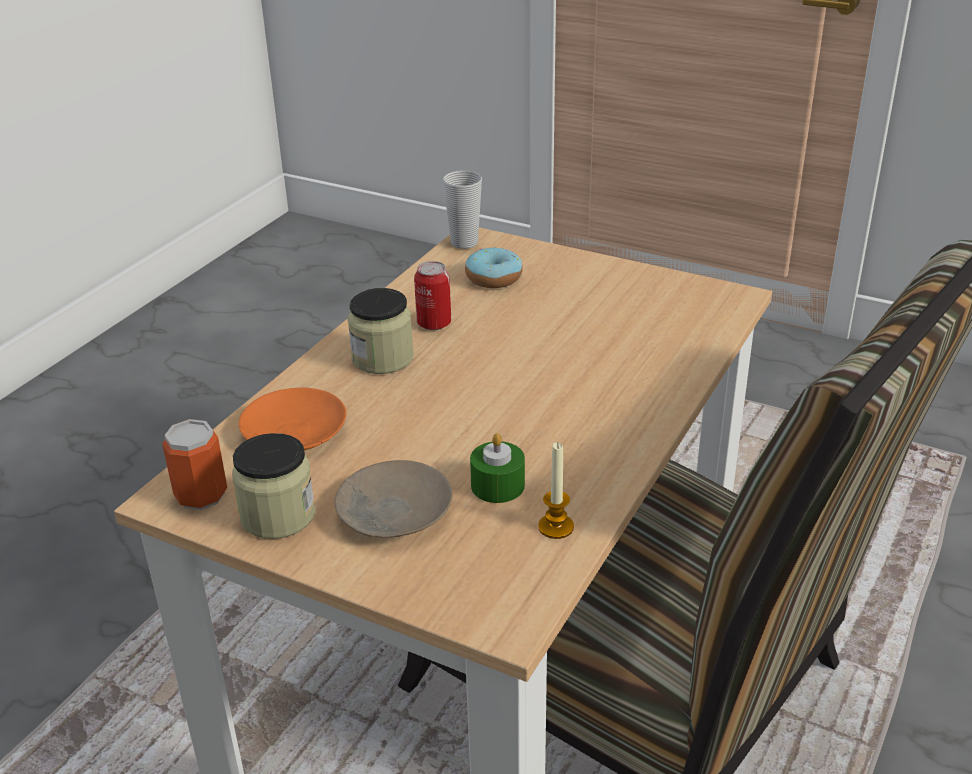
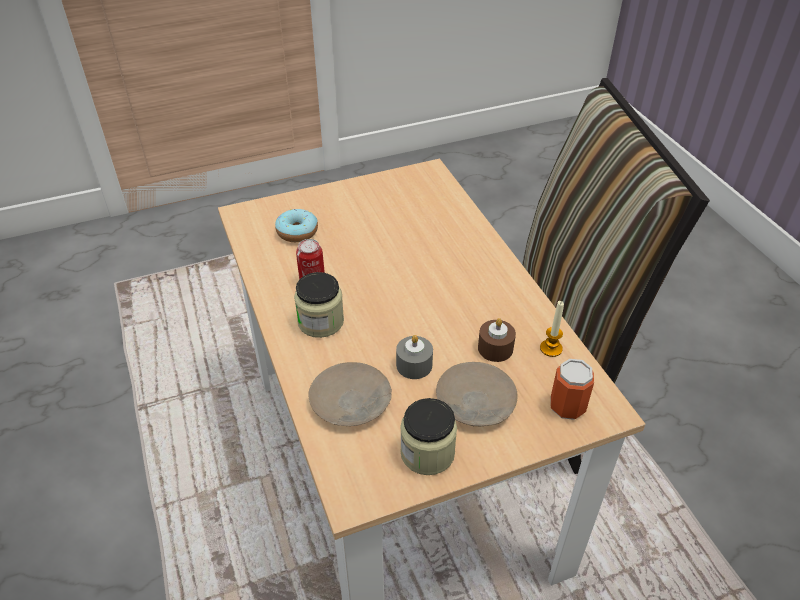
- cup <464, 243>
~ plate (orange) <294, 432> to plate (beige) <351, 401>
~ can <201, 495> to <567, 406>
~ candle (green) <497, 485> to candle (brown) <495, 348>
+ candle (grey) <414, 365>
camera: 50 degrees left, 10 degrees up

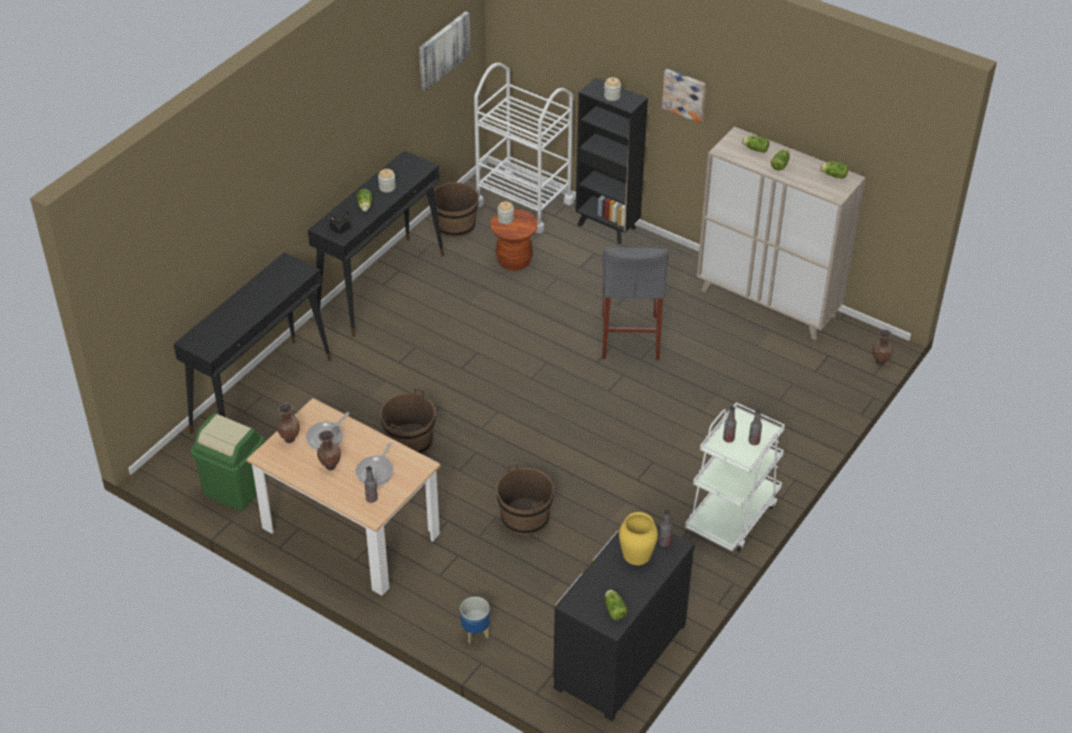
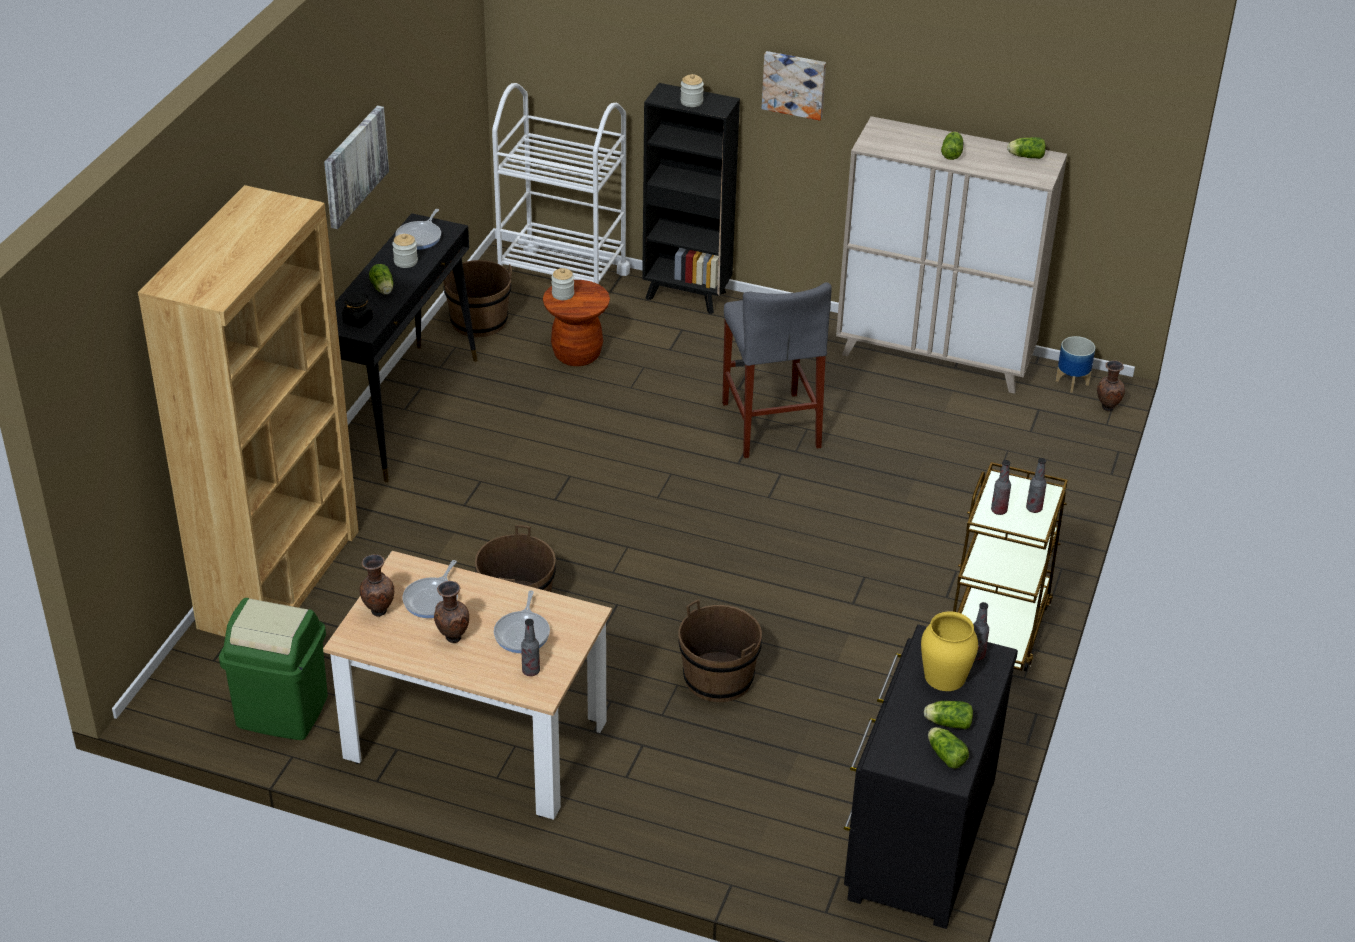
~ picture <443, 50> to <354, 166>
~ lettuce <754, 149> to <947, 723>
~ console table (black) <262, 395> to bookcase (brown) <280, 578>
~ cart (white) <732, 515> to cart (brown) <998, 626>
~ planter <475, 632> to <1071, 382>
+ frying pan <420, 237>
camera: 15 degrees left, 5 degrees down

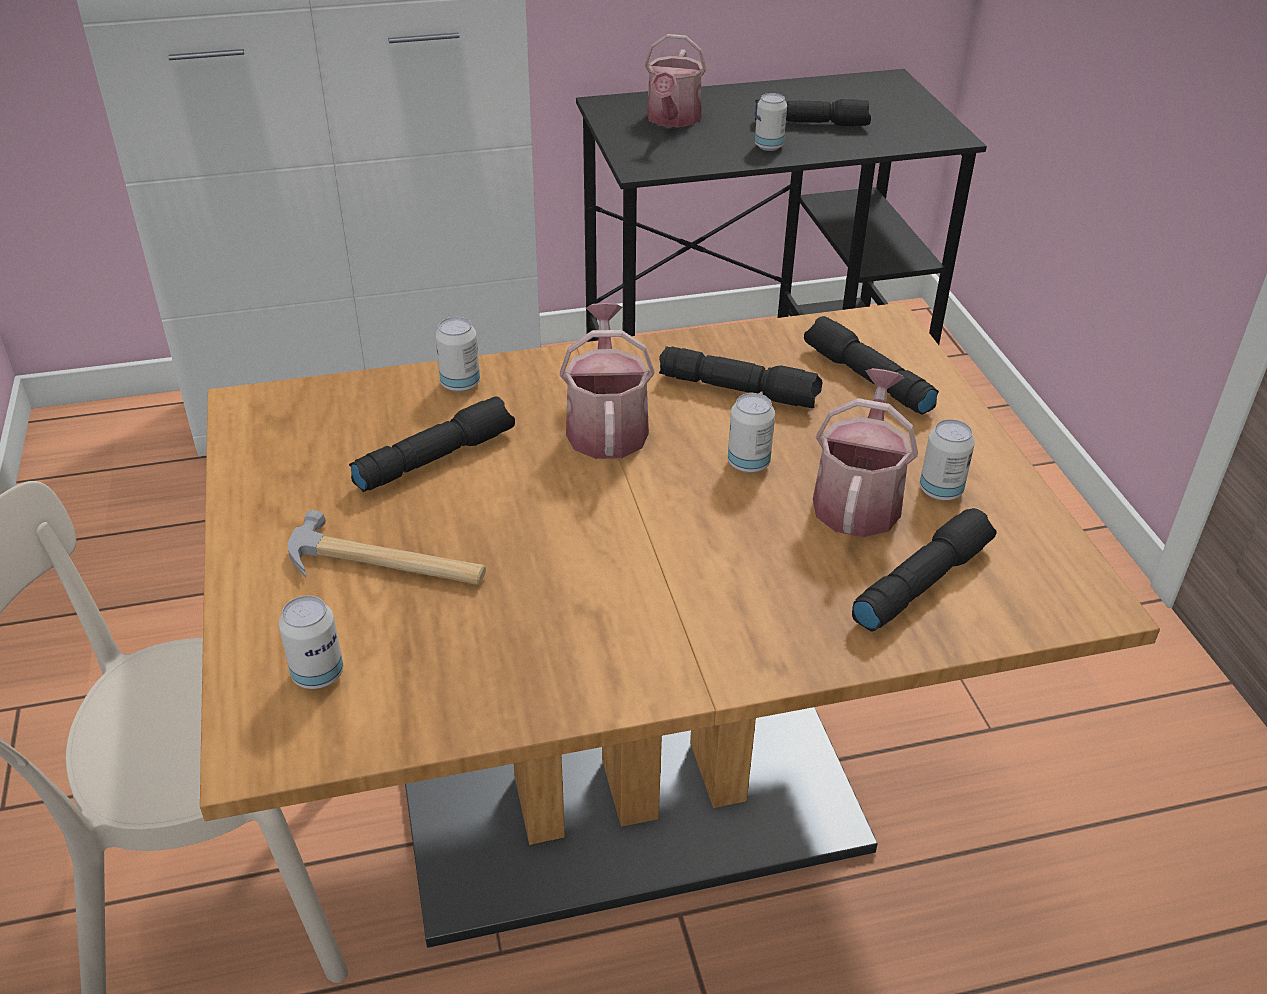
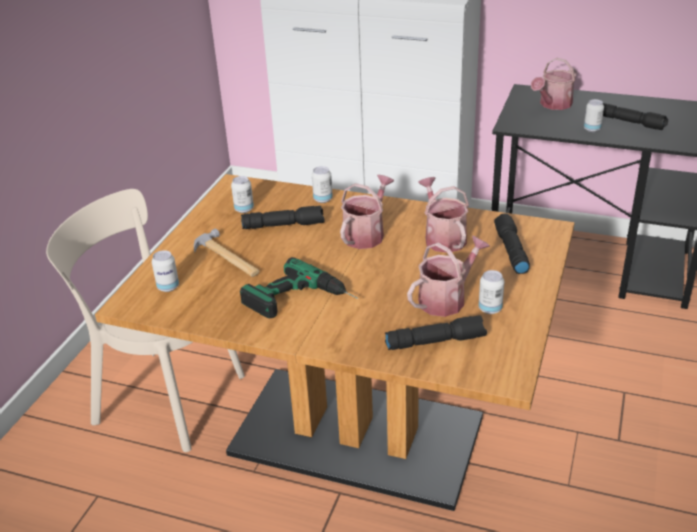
~ flashlight (black) <740, 390> to watering can <442, 237>
~ can <748, 463> to <244, 209>
+ power drill <302, 302>
camera: 35 degrees right, 5 degrees down

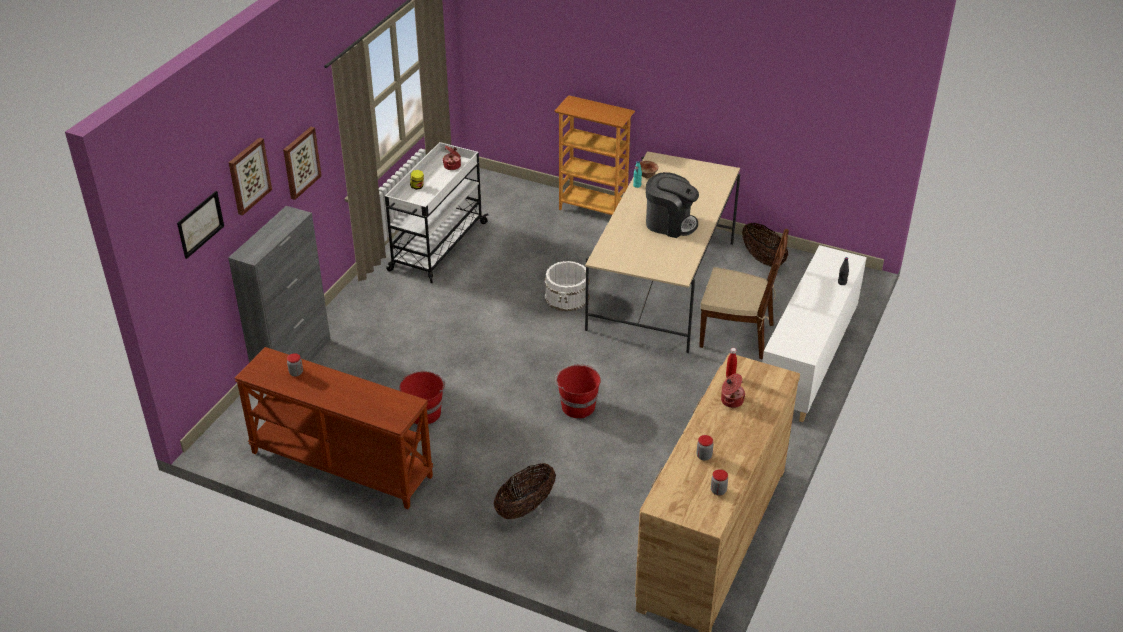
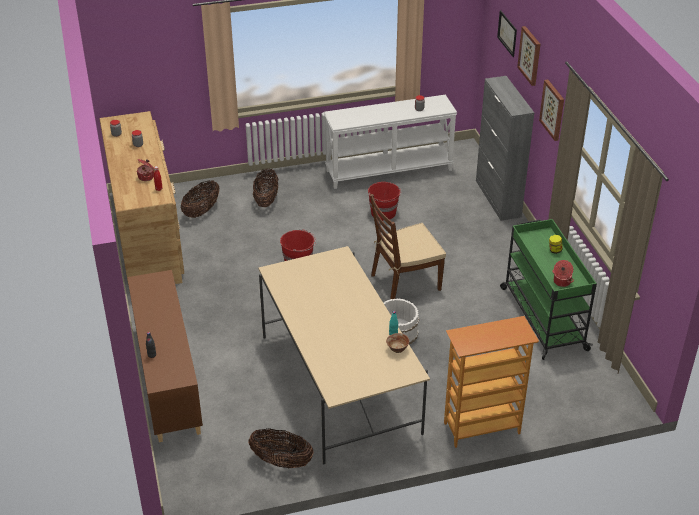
~ cart (white) <437, 247> to cart (green) <542, 317>
- coffee machine <670, 223>
~ chair (brown) <737, 335> to <405, 282>
~ cabinet (white) <807, 361> to cabinet (brown) <168, 378>
~ console table (brown) <340, 465> to console table (white) <389, 170>
+ basket <201, 211>
camera: 140 degrees right, 0 degrees up

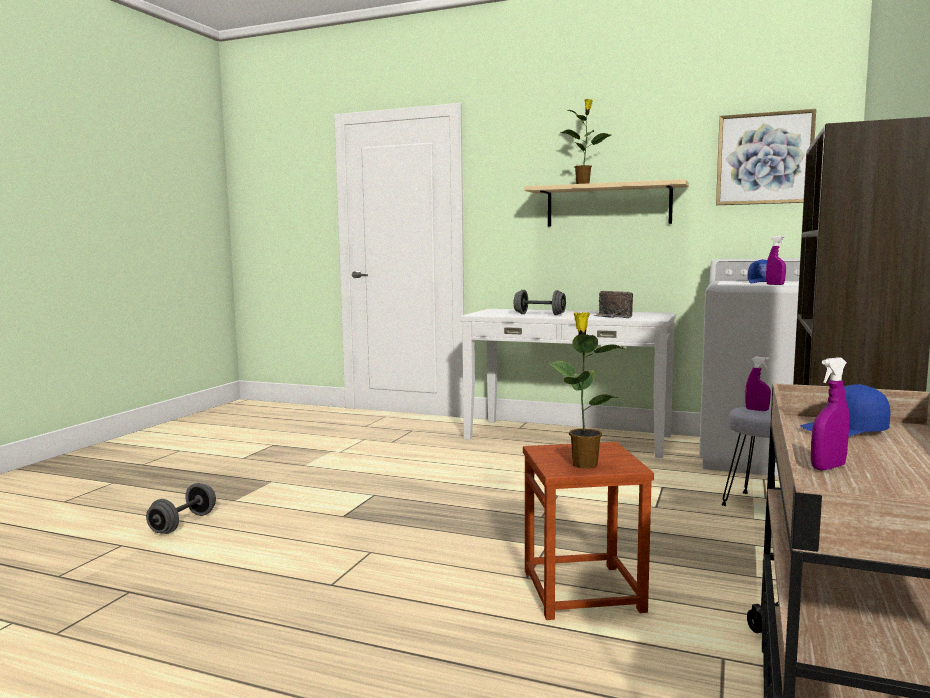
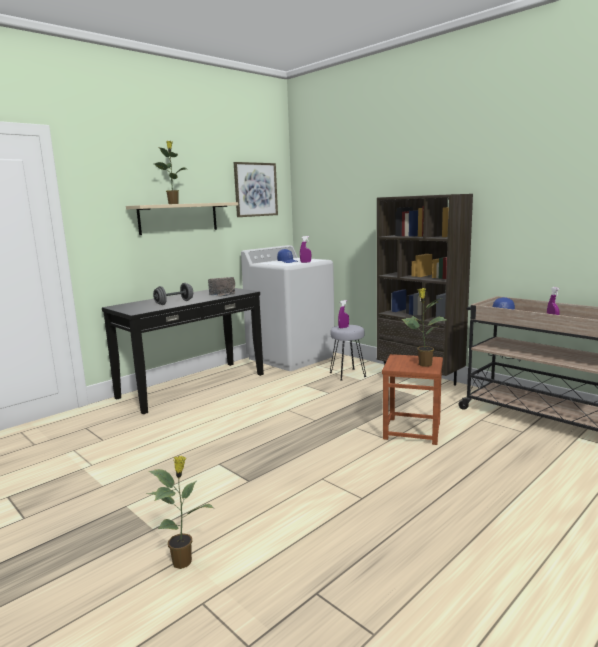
~ console table (white) <567, 437> to console table (black) <192, 385>
~ dumbbell (grey) <183, 523> to potted plant <183, 561>
camera: 65 degrees left, 5 degrees up

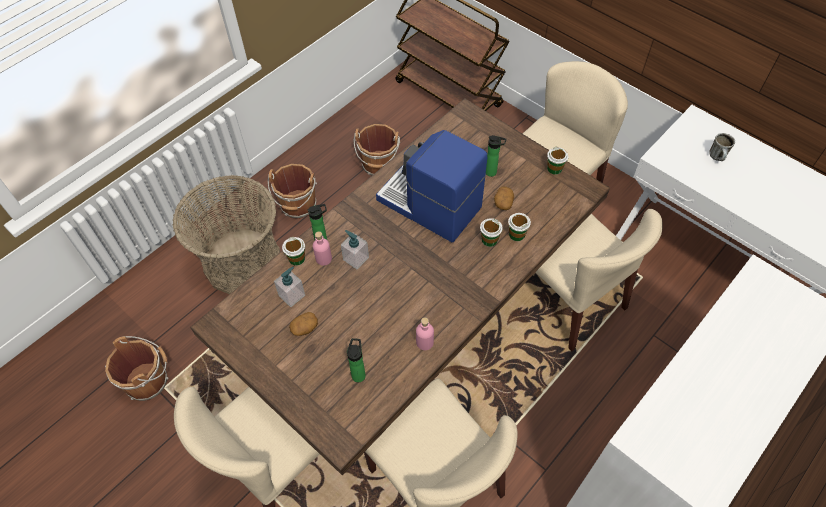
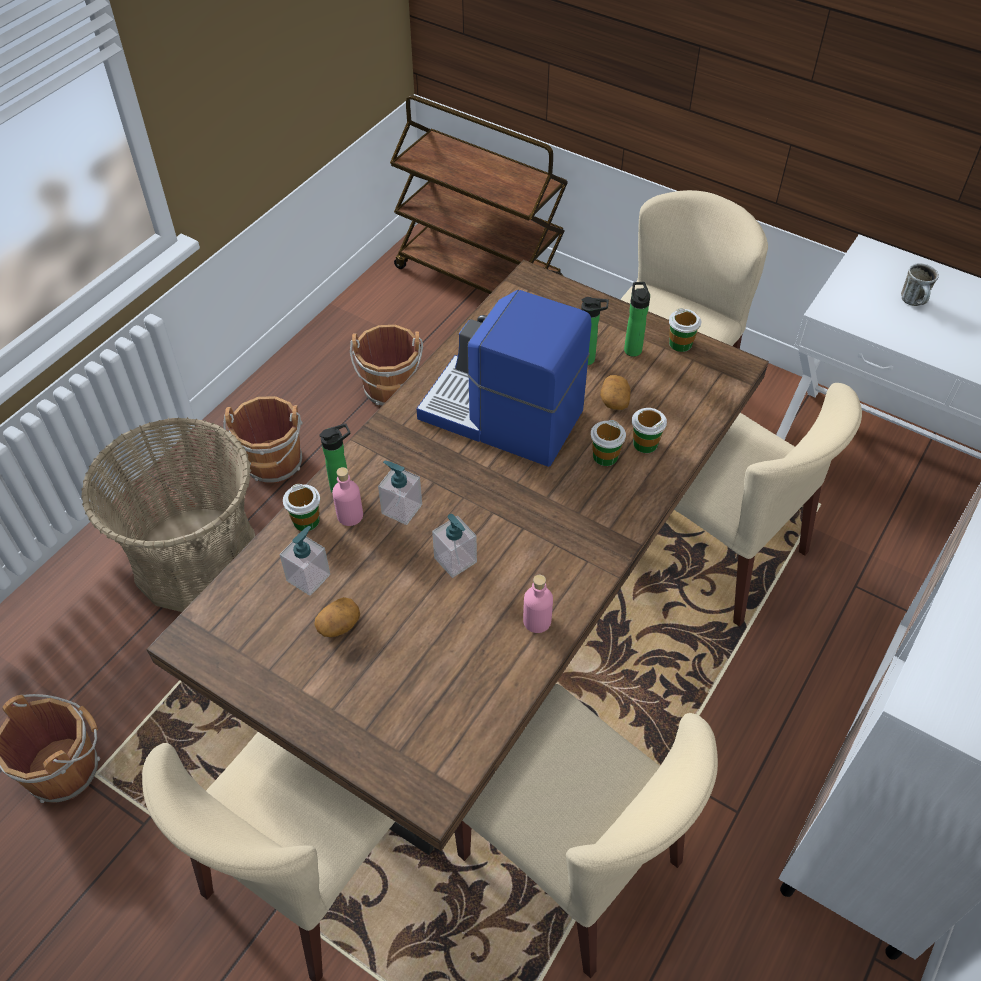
~ bottle <359, 374> to <632, 348>
+ soap dispenser <455, 560>
camera: 10 degrees left, 5 degrees down

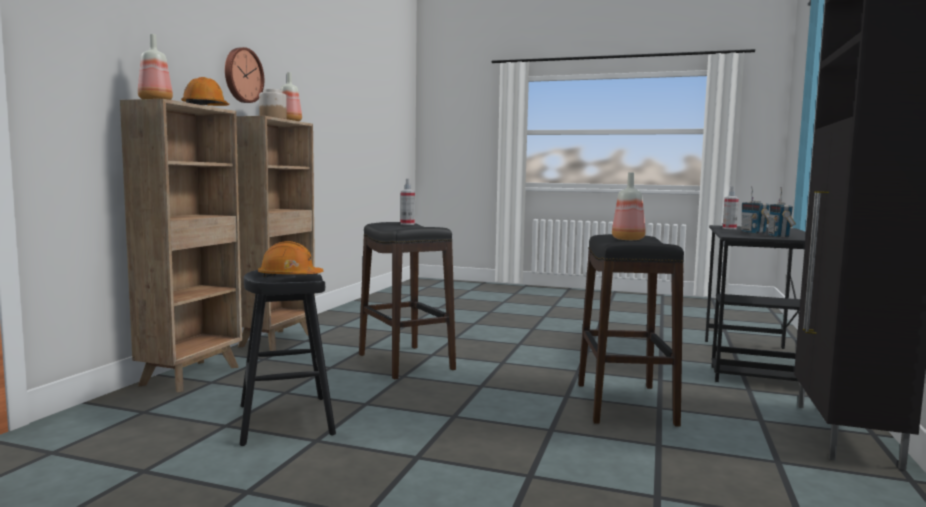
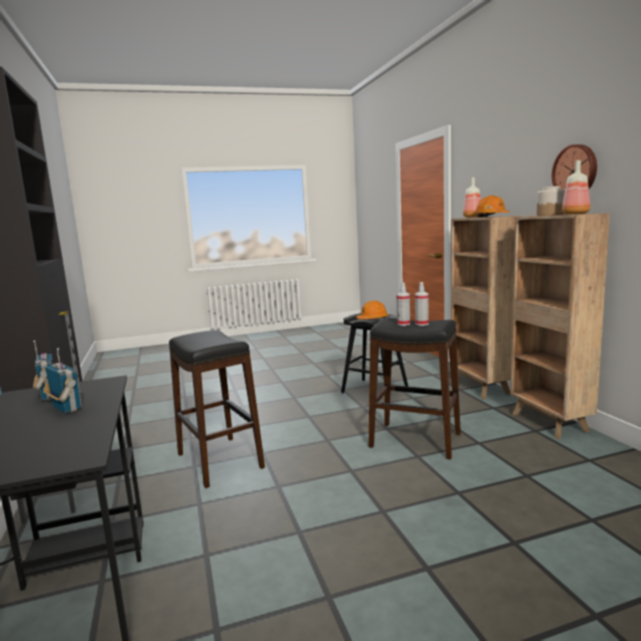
- bottle <629, 239>
~ spray bottle <729, 228> to <403, 324>
camera: 145 degrees right, 5 degrees up

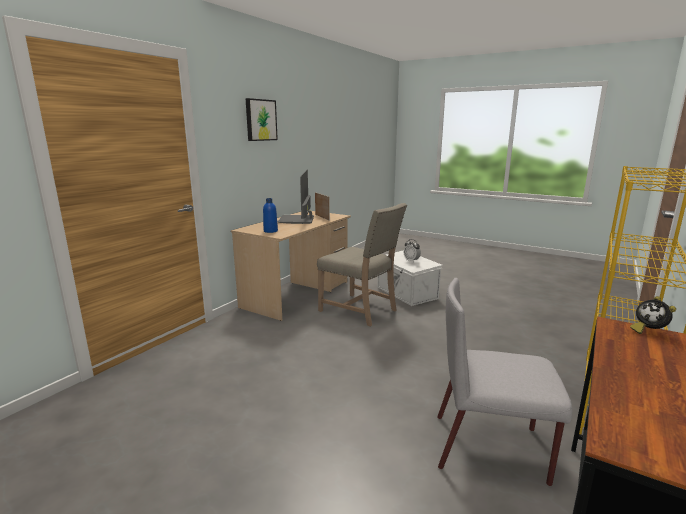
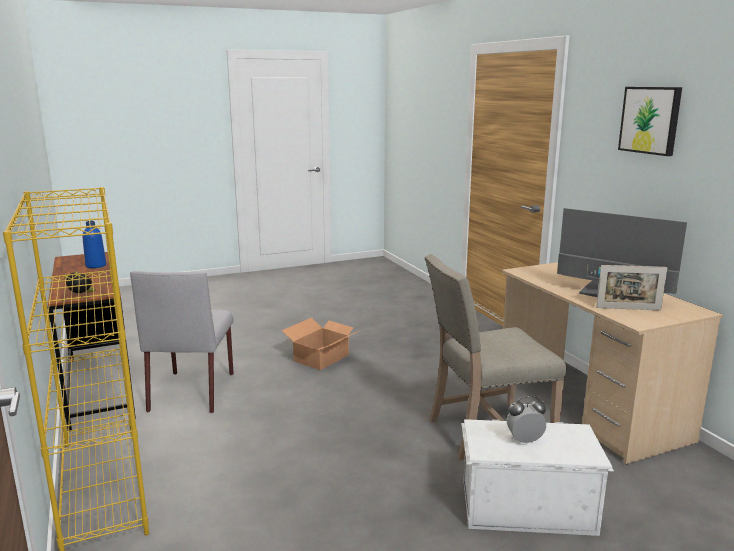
~ bottle (blue) <270, 231> to <96, 266>
~ chair (grey) <491, 448> = <192, 391> 135 degrees clockwise
+ cardboard box <322, 358>
camera: 125 degrees right, 0 degrees up

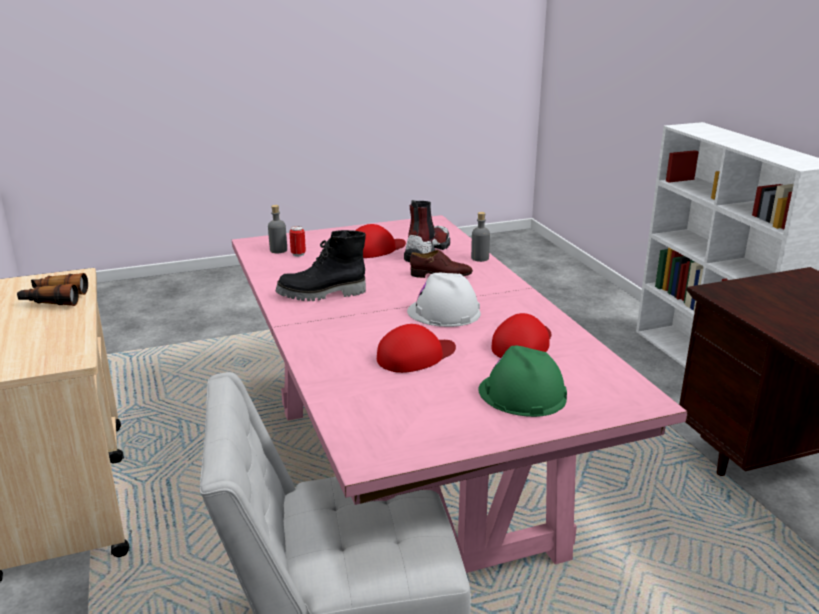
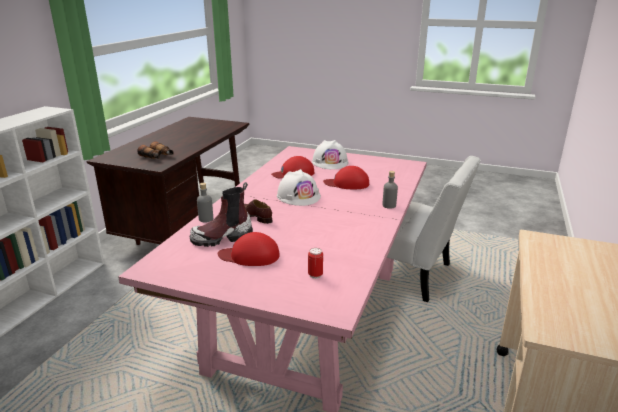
~ bottle (grey) <278, 250> to <389, 205>
- boot (black) <322, 294>
~ binoculars <54, 299> to <157, 157>
~ hard hat (green) <522, 394> to hard hat (white) <330, 162>
camera: 140 degrees left, 0 degrees up

